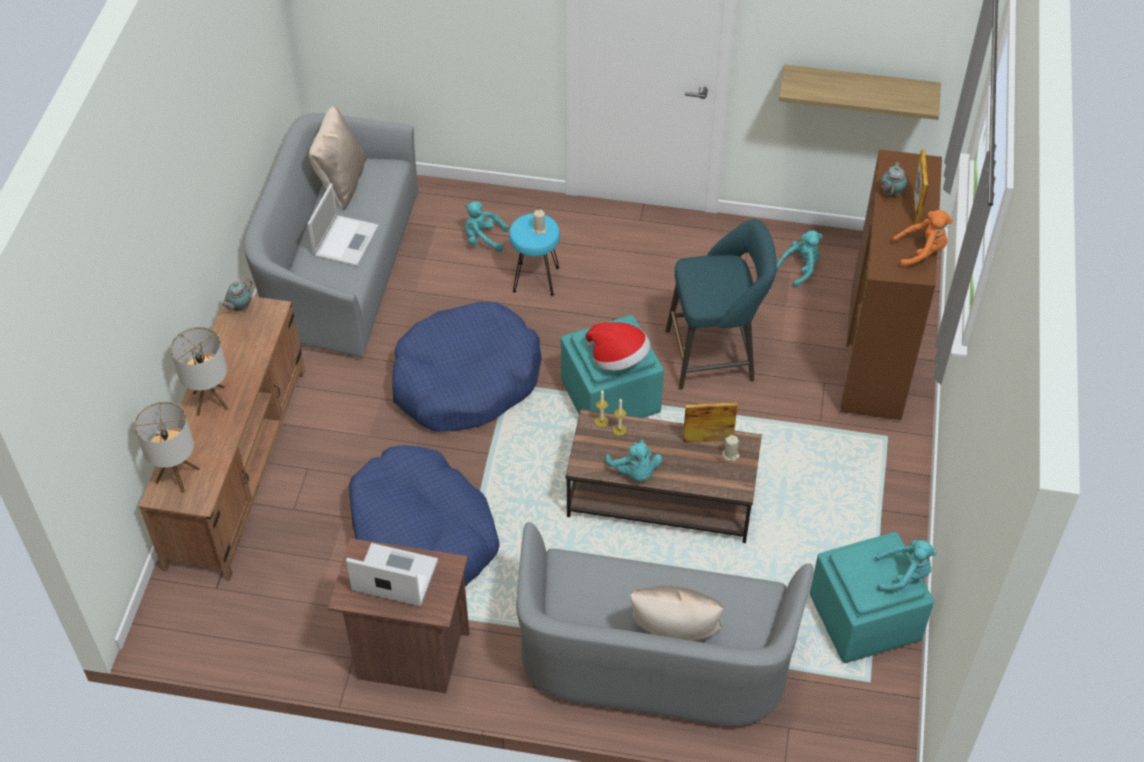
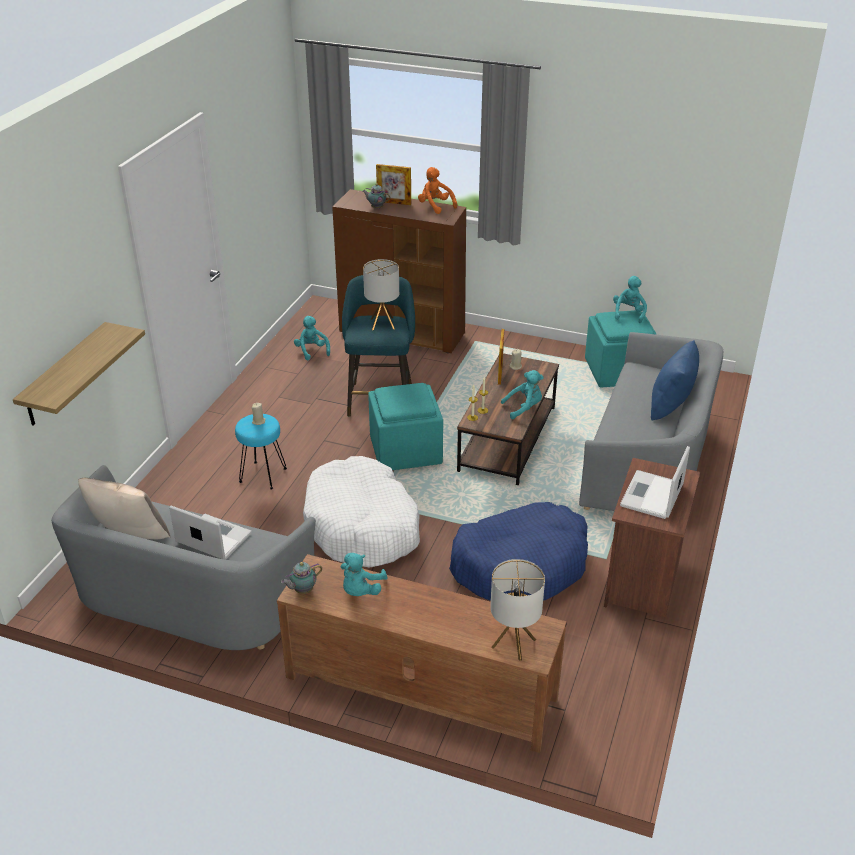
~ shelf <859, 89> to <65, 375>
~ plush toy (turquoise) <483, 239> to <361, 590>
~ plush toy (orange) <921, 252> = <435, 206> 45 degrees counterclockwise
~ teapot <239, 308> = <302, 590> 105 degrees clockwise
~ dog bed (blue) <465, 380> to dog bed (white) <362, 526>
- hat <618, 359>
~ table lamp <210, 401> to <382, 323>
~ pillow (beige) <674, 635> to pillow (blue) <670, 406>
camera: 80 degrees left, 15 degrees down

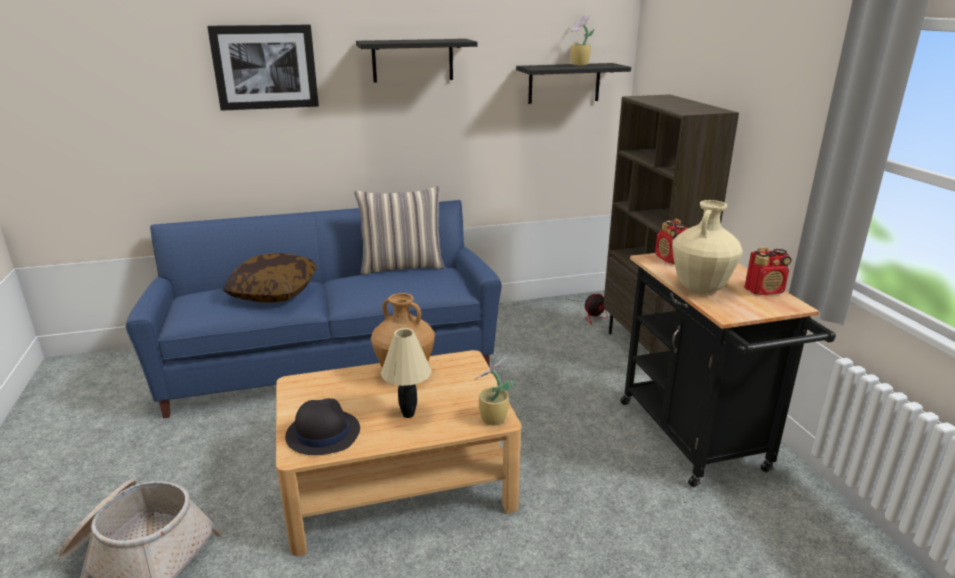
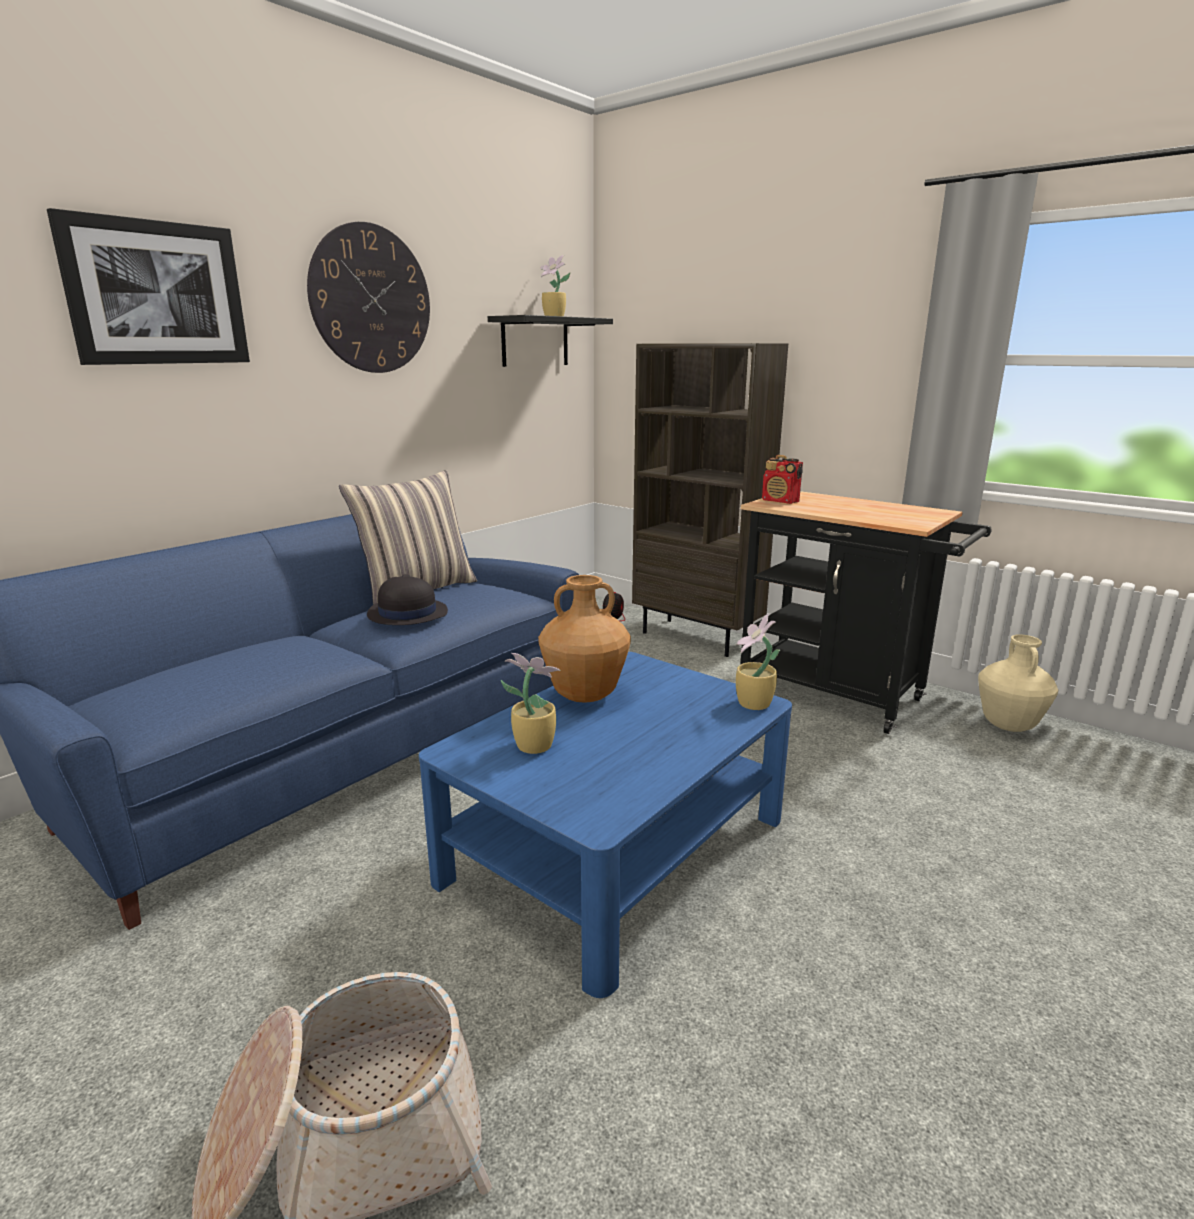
~ shelf (black) <412, 60> to wall clock <371, 299>
~ vase (beige) <700, 289> to <1008, 726>
- radio <764, 291>
- pillow <273, 292>
- table lamp (beige) <407, 414>
~ coffee table (beige) <397, 480> to coffee table (blue) <616, 848>
~ hat (black) <322, 433> to <407, 613>
+ potted plant <533, 745>
camera: 35 degrees left, 5 degrees down

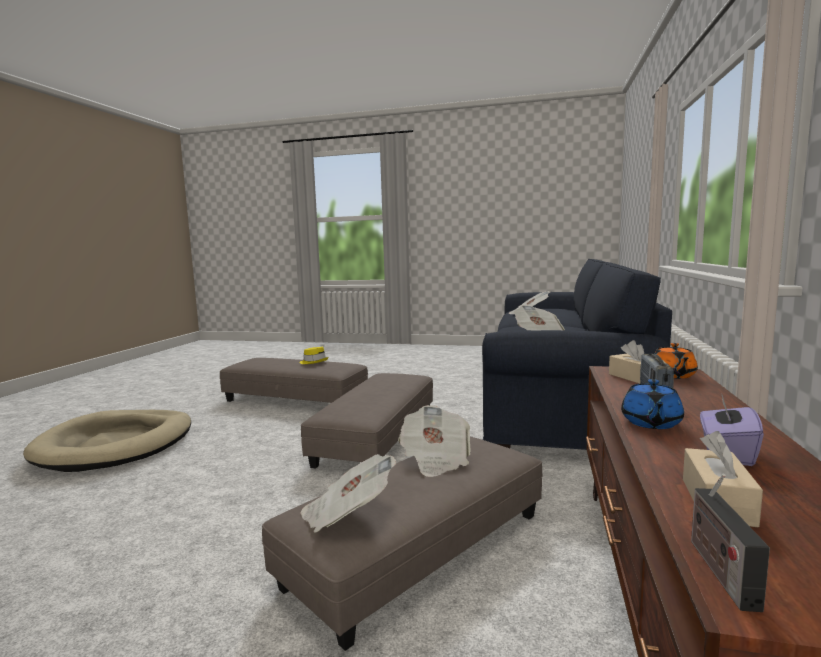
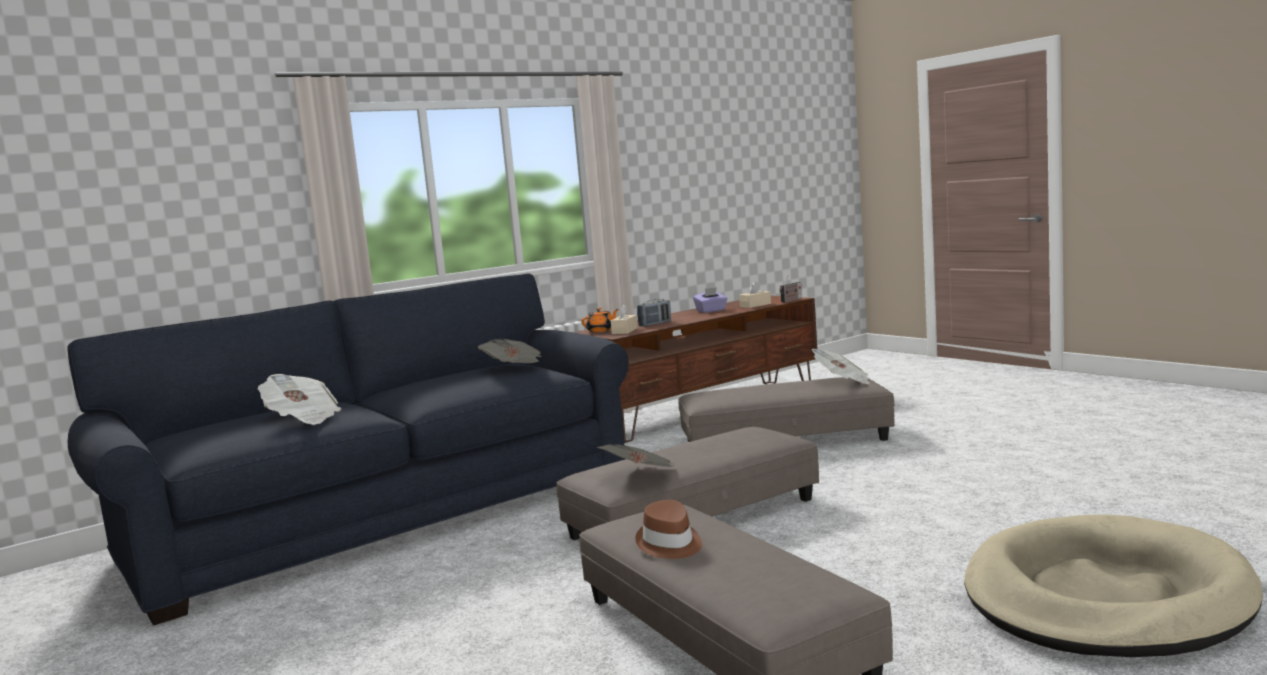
~ hat (yellow) <314, 362> to hat (brown) <669, 544>
- teapot (blue) <651, 423>
~ newspaper <435, 459> to <641, 477>
camera: 140 degrees left, 0 degrees up

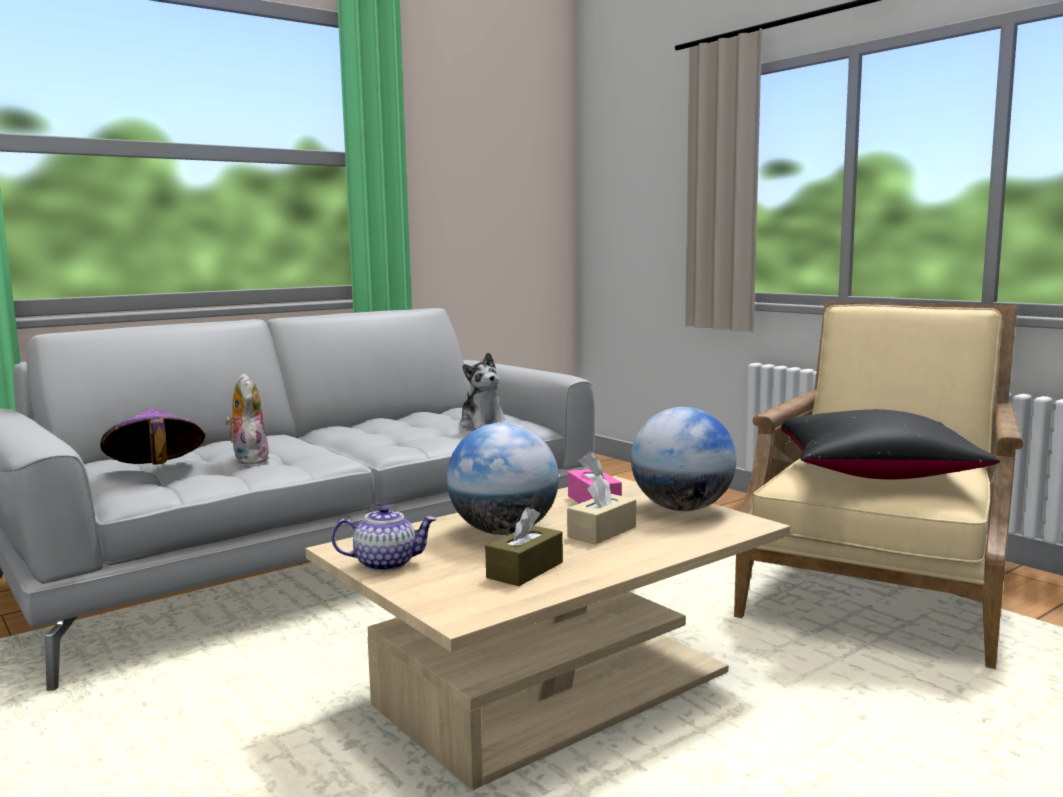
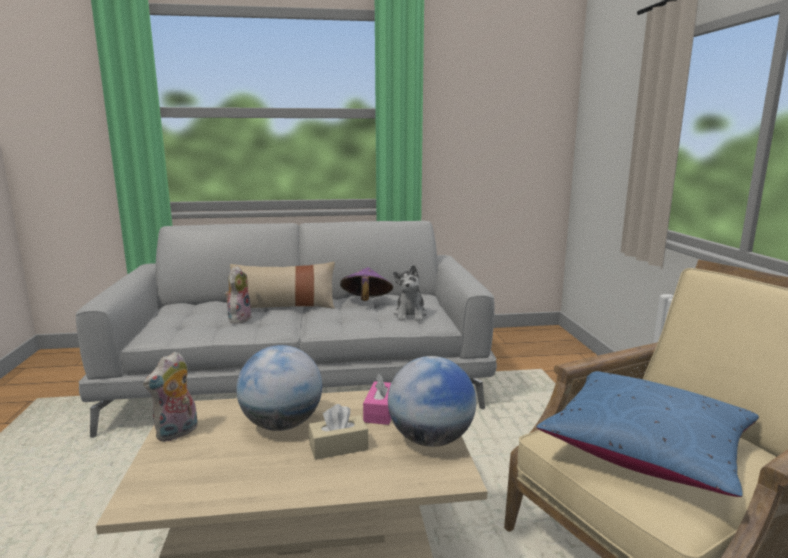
~ hat (purple) <155, 470> to <366, 302>
~ pillow (black) <875, 471> to pillow (blue) <645, 449>
~ teapot <386, 563> to plush toy <177, 433>
- tissue box (brown) <525, 570>
+ pillow (beige) <284, 306>
camera: 30 degrees right, 5 degrees up

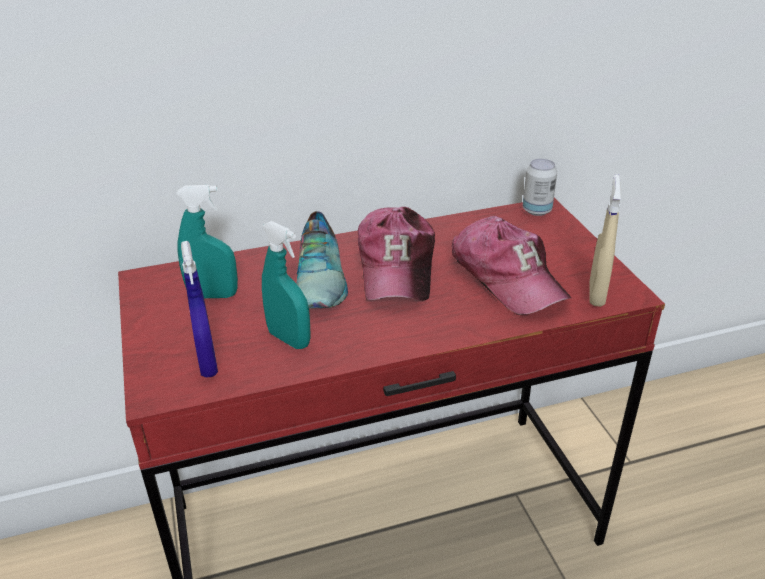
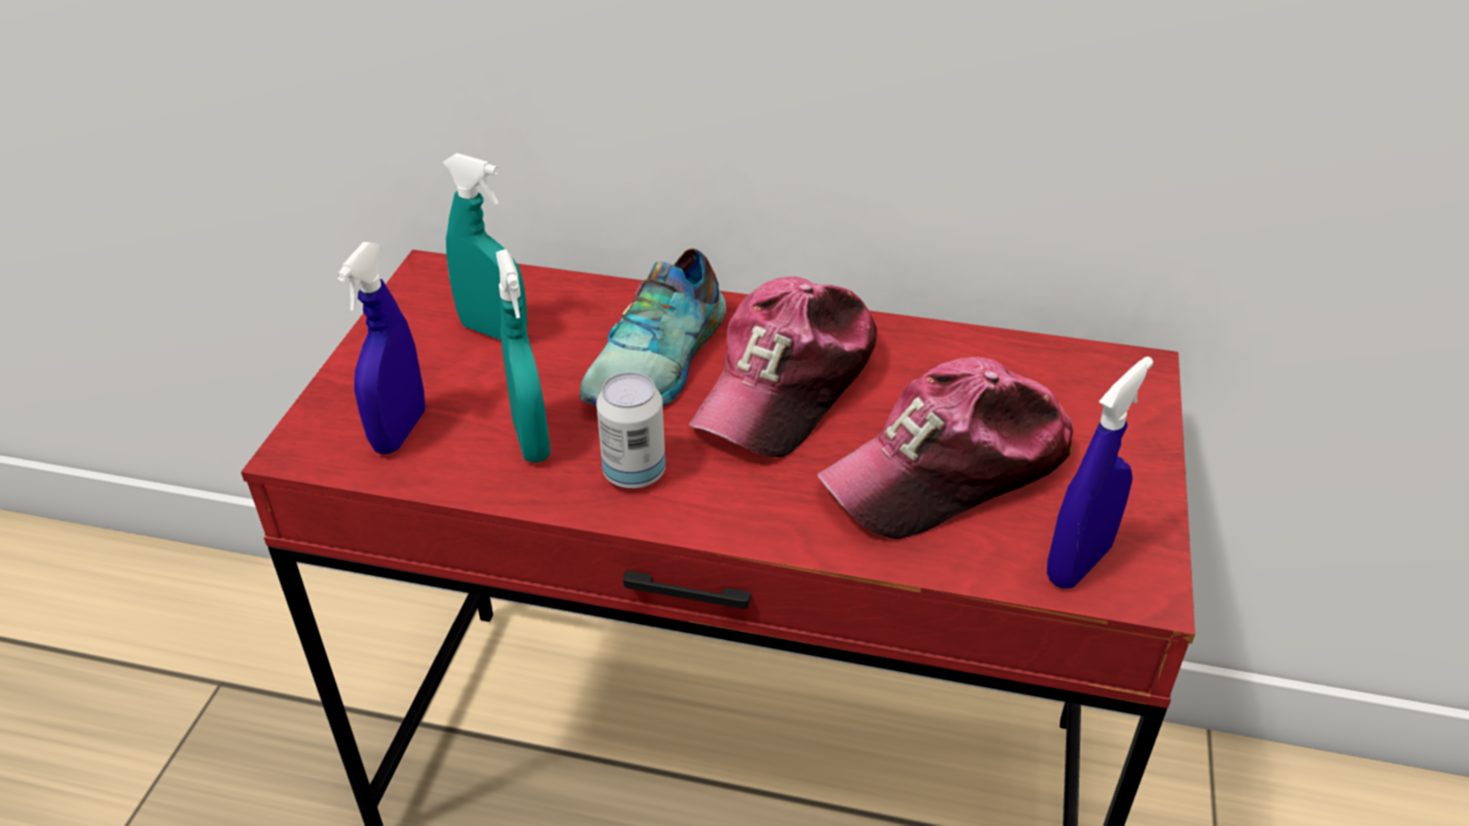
~ can <536, 210> to <634, 473>
~ spray bottle (beige) <596, 294> to spray bottle (blue) <1078, 563>
~ cap <507, 277> = <949, 469> 60 degrees clockwise
camera: 30 degrees right, 5 degrees up

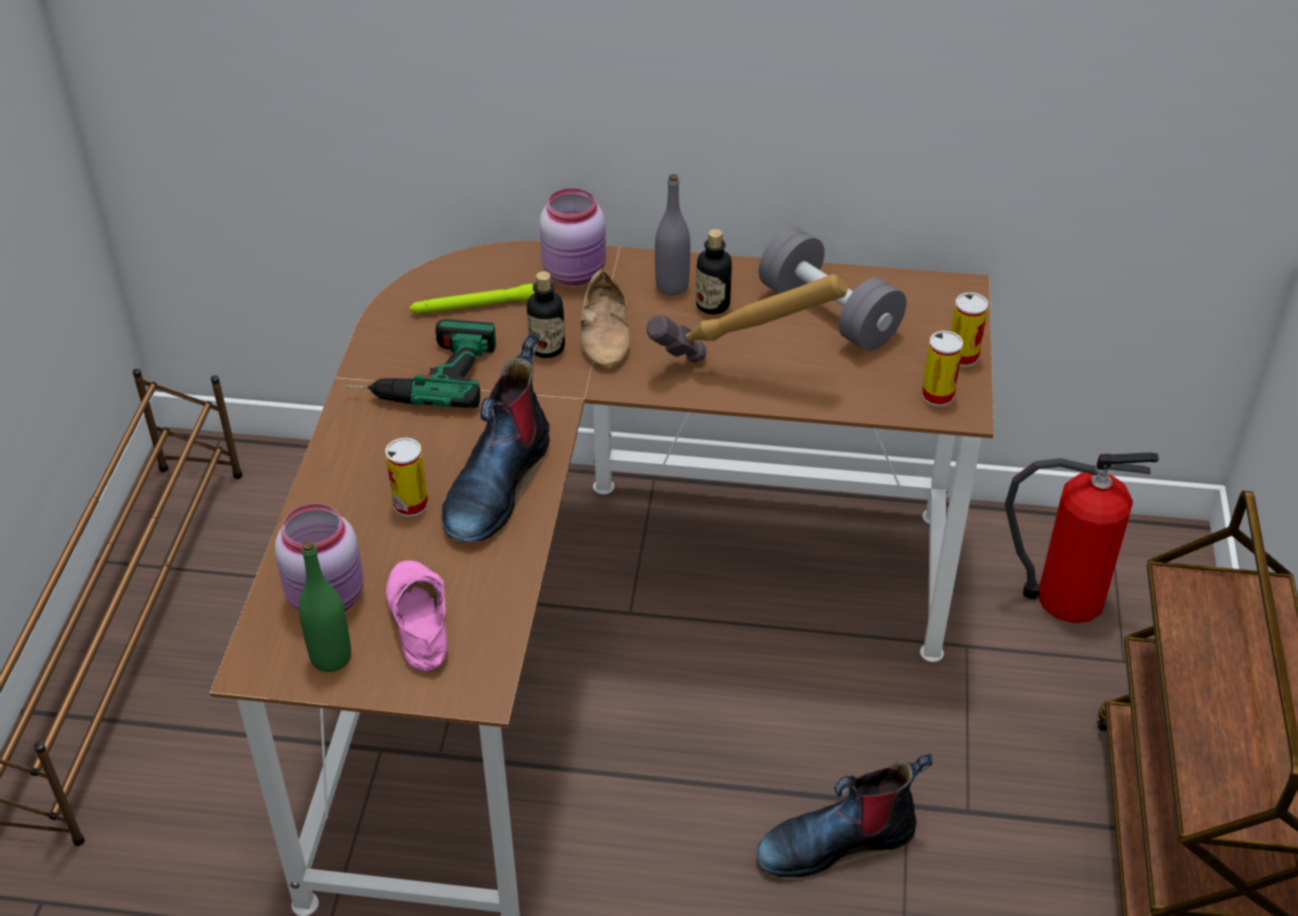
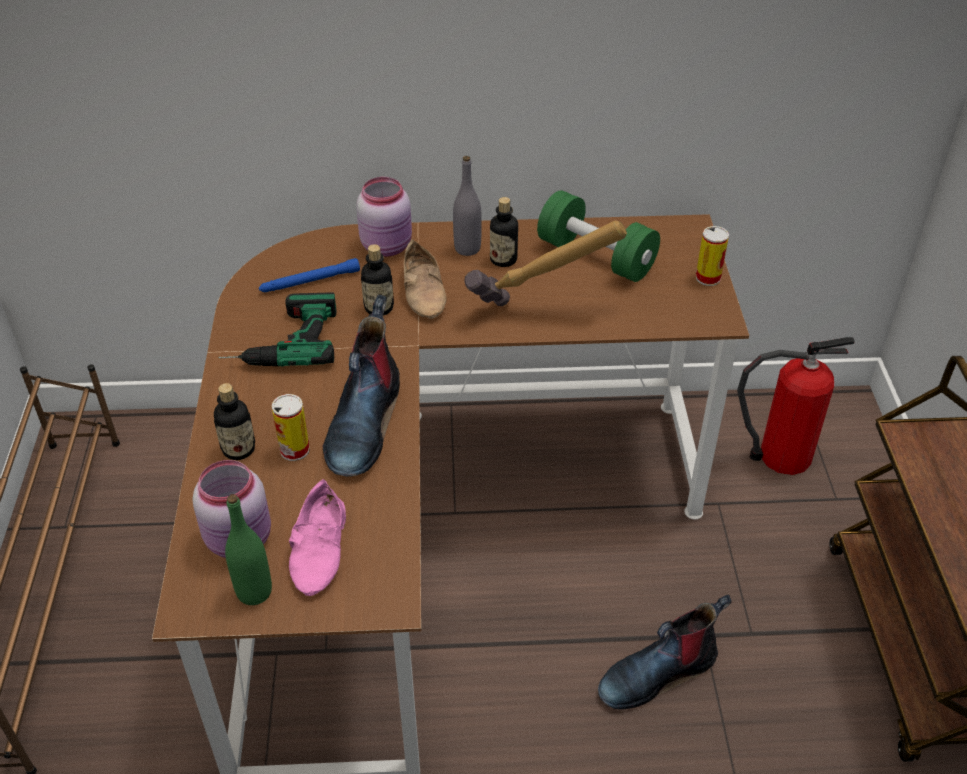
~ dumbbell (grey) <828, 314> to dumbbell (green) <596, 257>
~ flashlight (green) <472, 306> to flashlight (blue) <309, 281>
- can <937, 395>
~ shoe (pink) <417, 620> = <322, 549> 150 degrees counterclockwise
+ bottle <238, 449>
camera: 10 degrees left, 0 degrees up

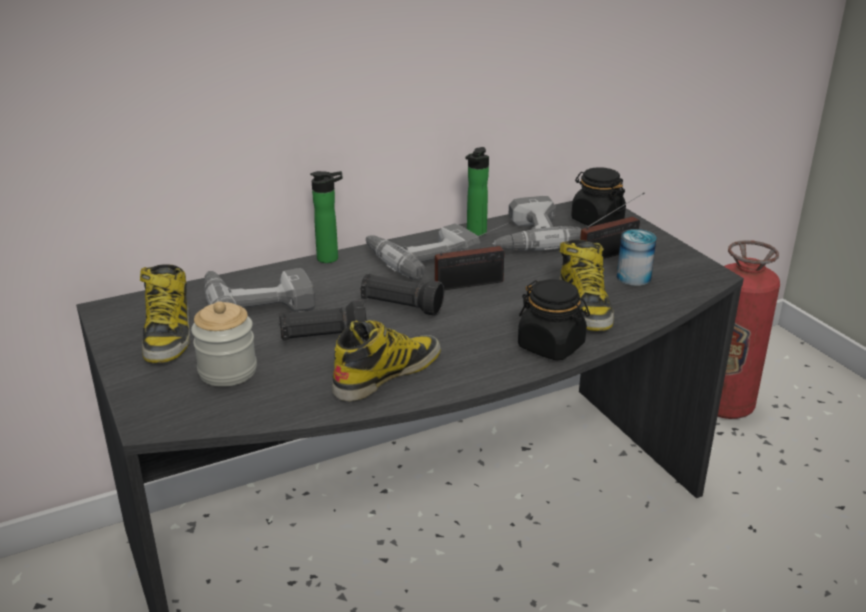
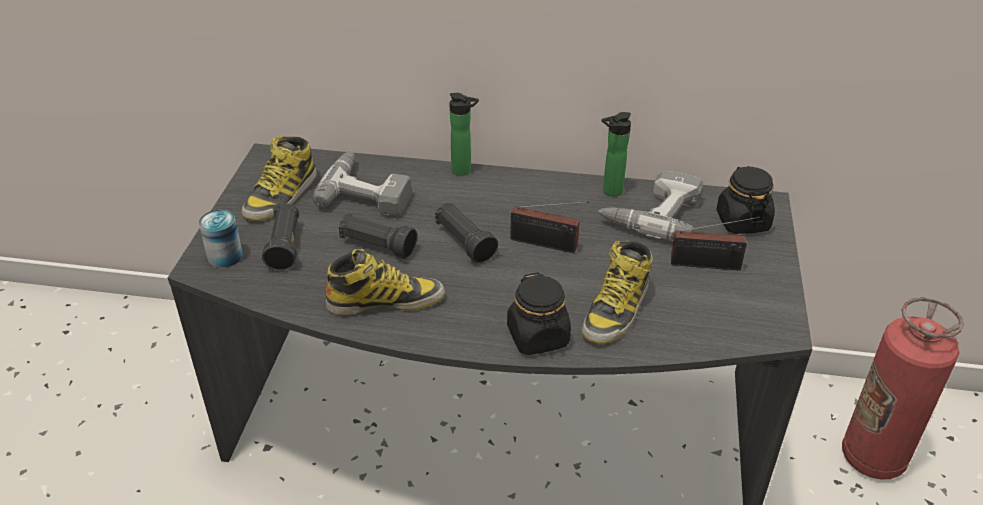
- power drill <421, 257>
~ can <633, 277> to <225, 256>
~ jar <227, 371> to flashlight (black) <285, 246>
camera: 35 degrees right, 10 degrees up

